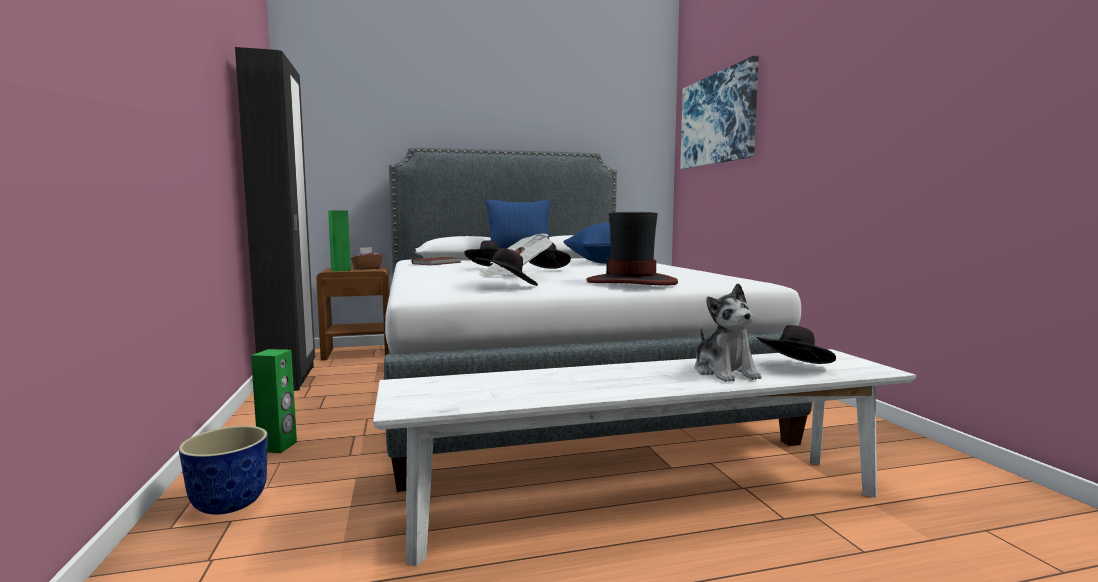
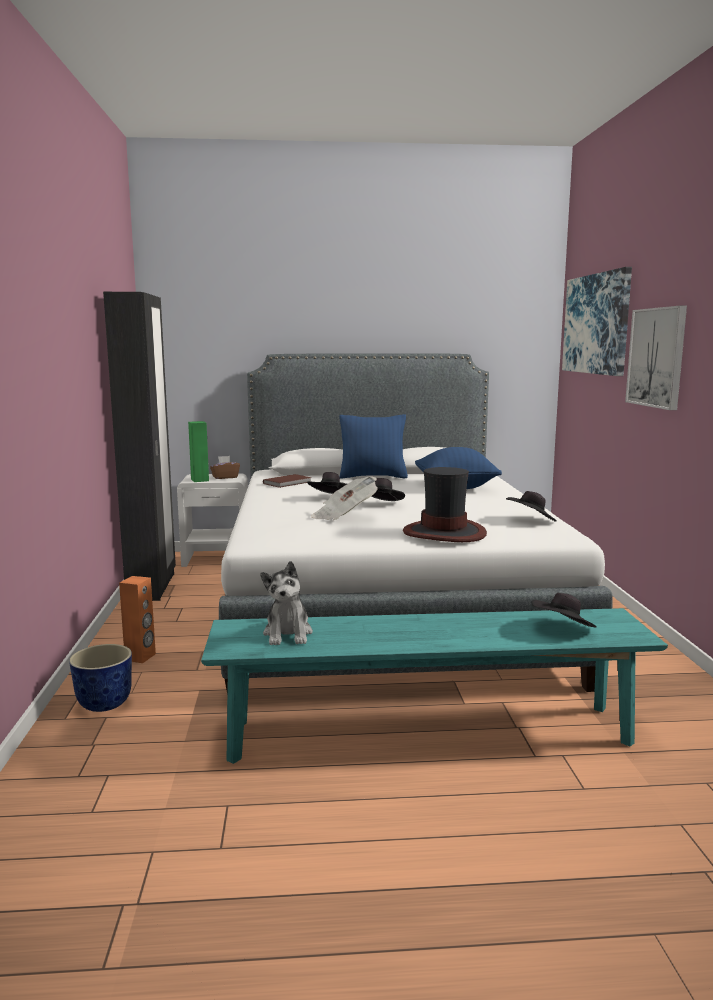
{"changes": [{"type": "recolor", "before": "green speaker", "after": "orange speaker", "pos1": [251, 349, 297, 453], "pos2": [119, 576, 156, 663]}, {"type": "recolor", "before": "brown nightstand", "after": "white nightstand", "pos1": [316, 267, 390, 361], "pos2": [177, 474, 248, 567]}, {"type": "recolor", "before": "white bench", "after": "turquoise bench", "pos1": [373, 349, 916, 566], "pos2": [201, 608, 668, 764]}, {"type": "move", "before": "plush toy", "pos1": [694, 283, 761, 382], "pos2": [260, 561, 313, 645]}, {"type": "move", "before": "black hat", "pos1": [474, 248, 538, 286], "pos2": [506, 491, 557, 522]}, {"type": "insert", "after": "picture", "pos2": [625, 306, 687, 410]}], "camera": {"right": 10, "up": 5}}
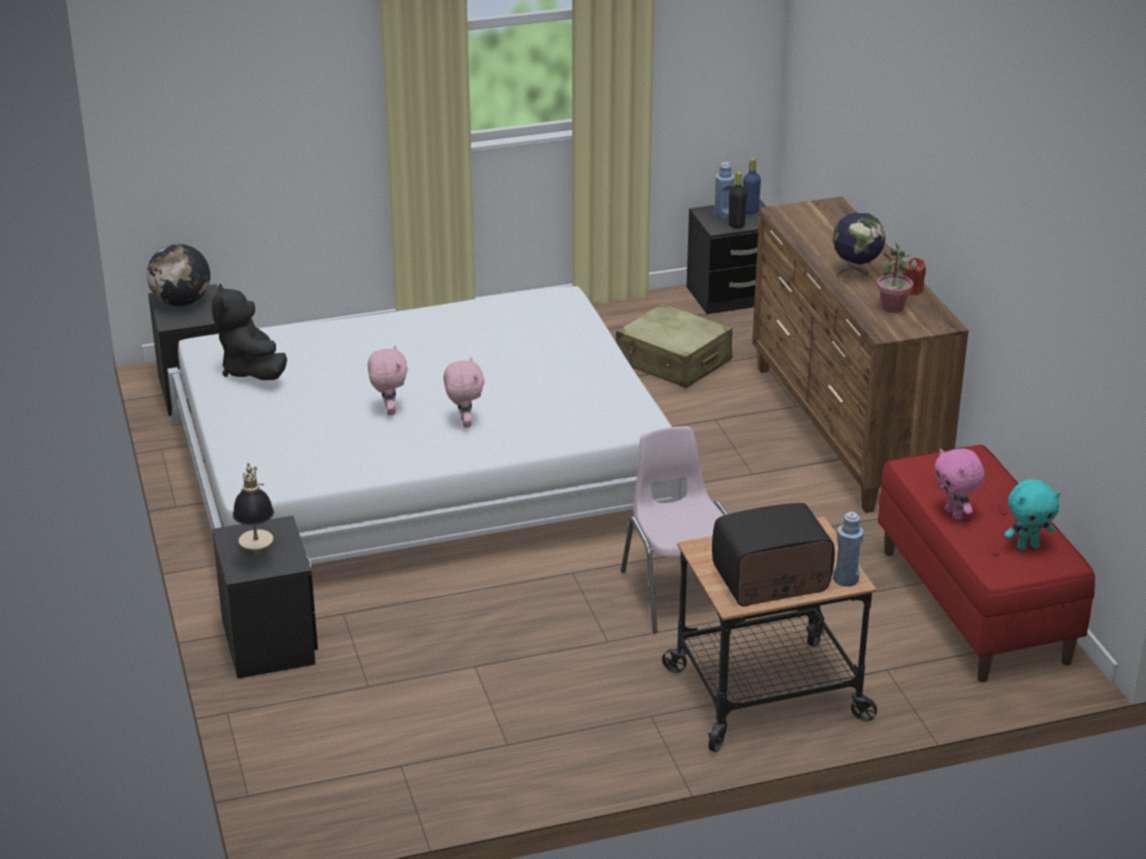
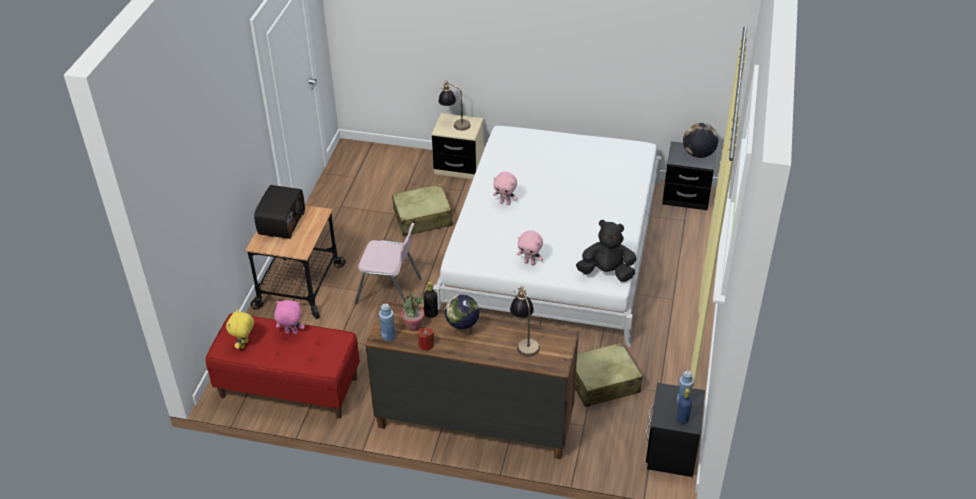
{"changes": [{"type": "recolor", "before": "turquoise plush toy", "after": "yellow plush toy", "pos1": [1004, 479, 1061, 550], "pos2": [226, 308, 254, 349]}, {"type": "move", "before": "blue bottle", "pos1": [833, 512, 864, 587], "pos2": [379, 303, 396, 341]}, {"type": "insert", "after": "beige suitcase", "pos2": [392, 184, 453, 236]}, {"type": "move", "before": "black bottle", "pos1": [728, 172, 747, 229], "pos2": [423, 282, 438, 318]}, {"type": "recolor", "before": "black nightstand", "after": "beige nightstand", "pos1": [212, 516, 318, 679], "pos2": [432, 113, 484, 179]}, {"type": "insert", "after": "table lamp", "pos2": [510, 286, 540, 357]}, {"type": "move", "before": "pink plush toy", "pos1": [368, 345, 408, 415], "pos2": [517, 230, 543, 265]}, {"type": "move", "before": "black plush toy", "pos1": [212, 284, 287, 380], "pos2": [576, 220, 637, 282]}], "camera": {"right": 120, "up": 10}}
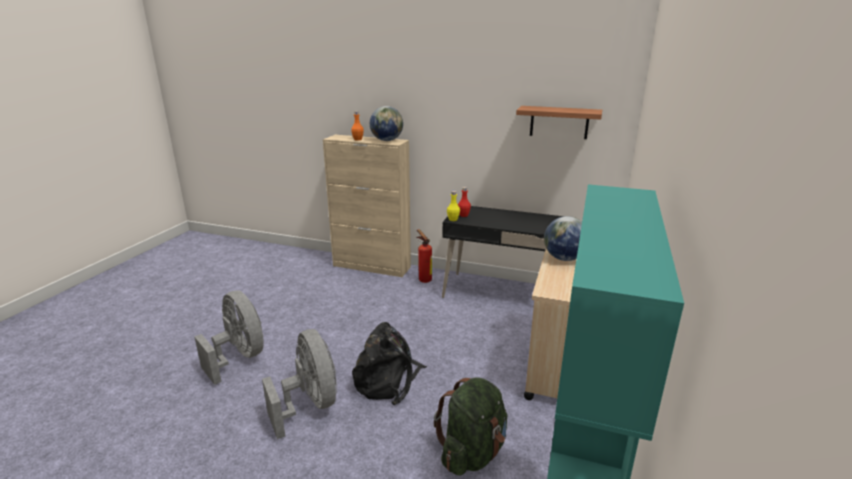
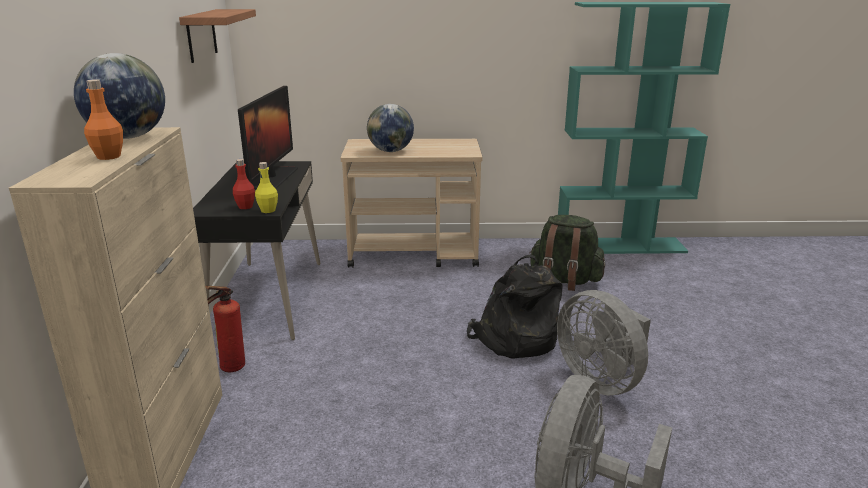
{"changes": [{"type": "insert", "after": "monitor", "pos2": [238, 86, 298, 189]}, {"type": "rotate", "before": "grey fan", "pos1": [262, 329, 337, 439], "pos2": [557, 290, 651, 395], "turn": -75}], "camera": {"right": -110, "up": 0}}
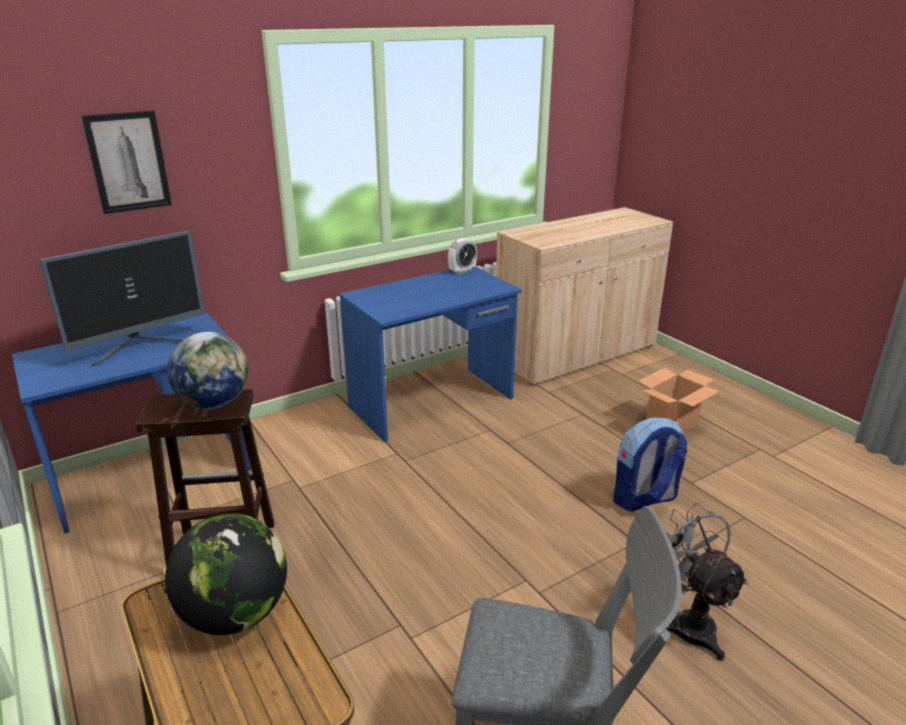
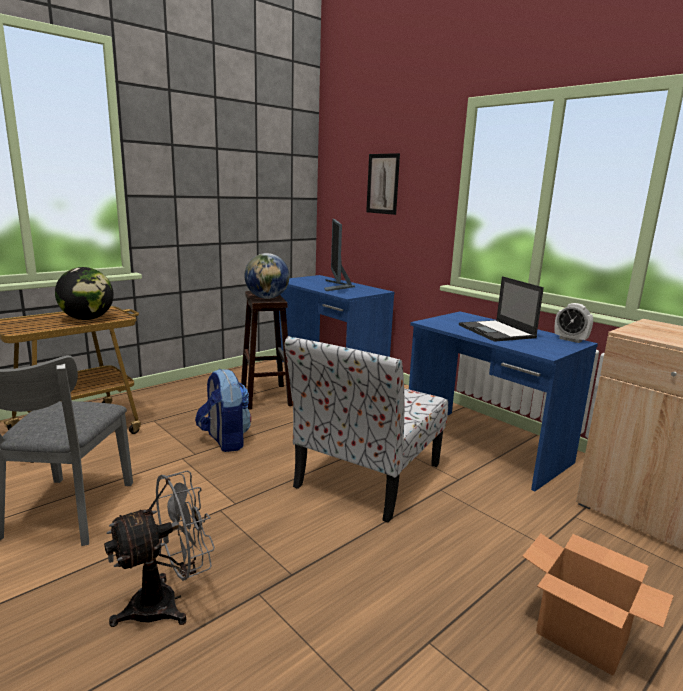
{"changes": [{"type": "move", "before": "backpack", "pos1": [613, 418, 687, 512], "pos2": [195, 369, 251, 452]}, {"type": "insert", "after": "chair", "pos2": [285, 336, 448, 523]}, {"type": "rotate", "before": "monitor", "pos1": [40, 231, 205, 367], "pos2": [324, 219, 355, 291], "turn": 45}, {"type": "insert", "after": "laptop", "pos2": [459, 276, 544, 342]}], "camera": {"right": 80, "up": -10}}
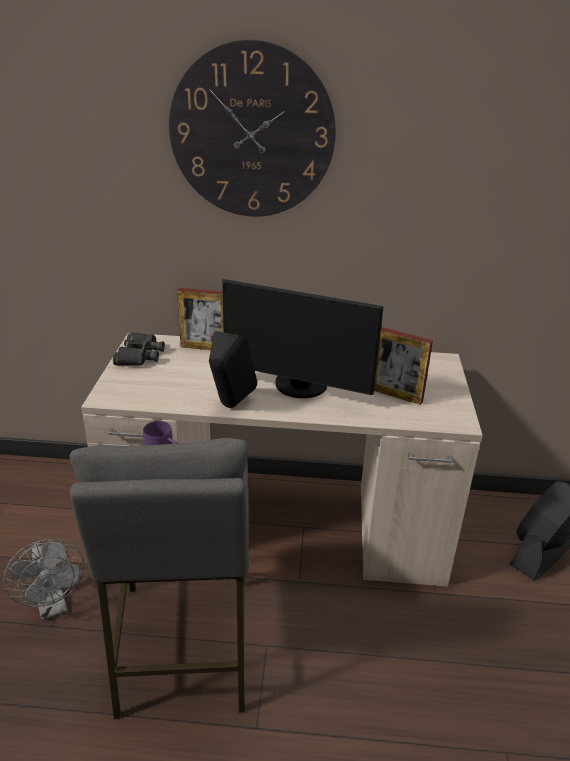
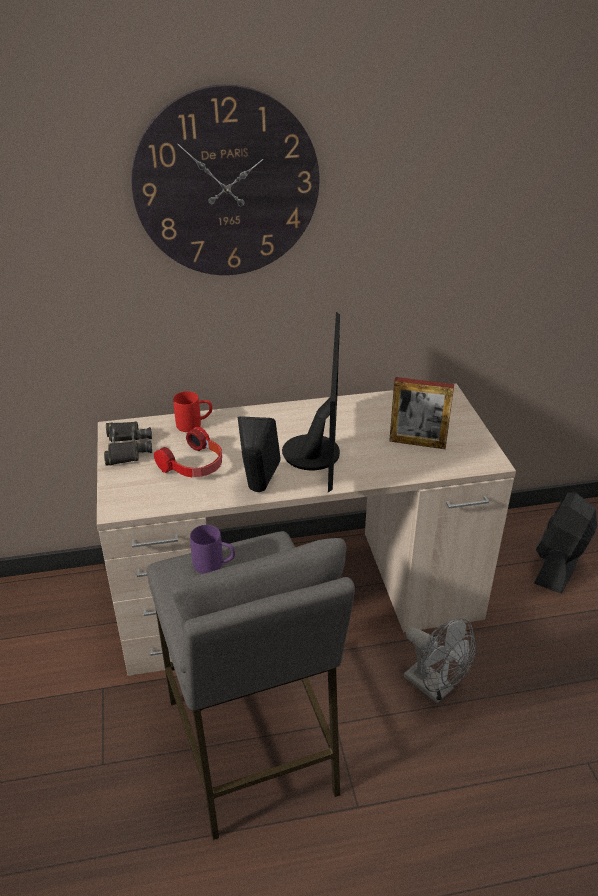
{"changes": [{"type": "insert", "after": "headphones", "pos2": [154, 427, 222, 477]}, {"type": "replace", "before": "picture frame", "after": "red mug", "pos1": [177, 288, 224, 350], "pos2": [173, 391, 212, 432]}, {"type": "rotate", "before": "monitor", "pos1": [222, 279, 384, 398], "pos2": [282, 312, 340, 492], "turn": -90}, {"type": "move", "before": "grey fan", "pos1": [3, 539, 85, 621], "pos2": [404, 618, 476, 703]}], "camera": {"right": -15, "up": 5}}
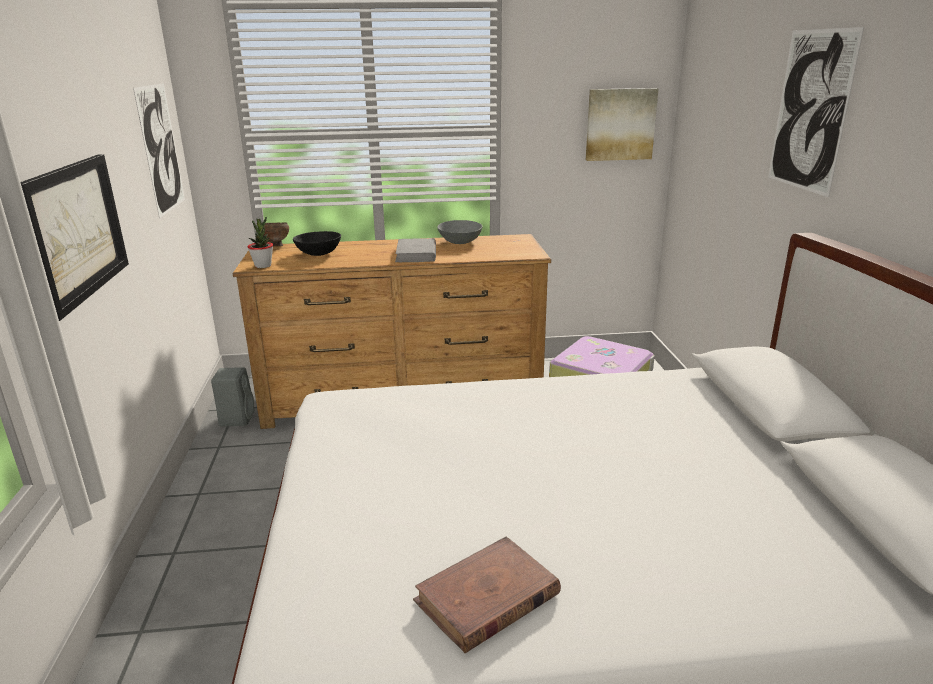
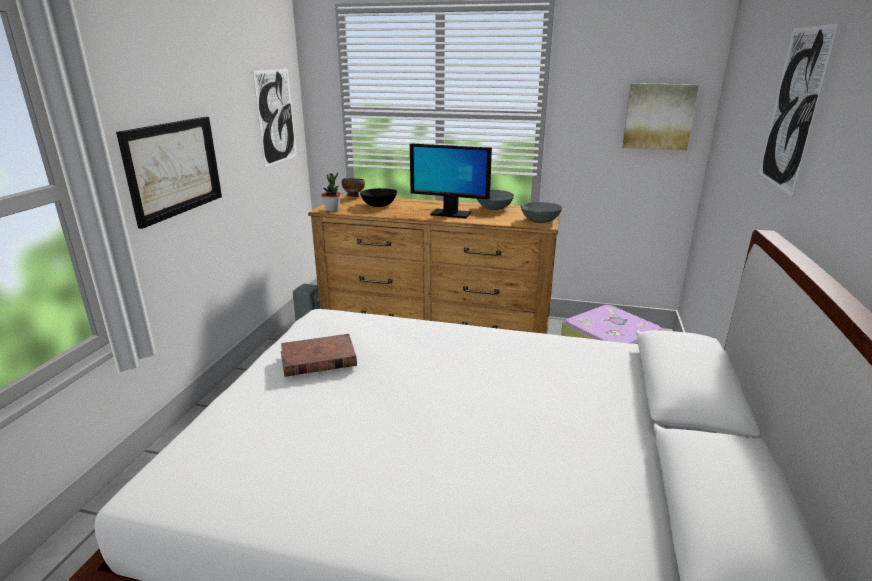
{"changes": [{"type": "move", "before": "brown book", "pos1": [413, 537, 561, 653], "pos2": [281, 334, 357, 377]}, {"type": "replace", "before": "grey book", "after": "monitor", "pos1": [395, 238, 436, 262], "pos2": [410, 143, 492, 218]}, {"type": "insert", "after": "grey bowl", "pos2": [521, 202, 563, 223]}], "camera": {"right": 20, "up": 0}}
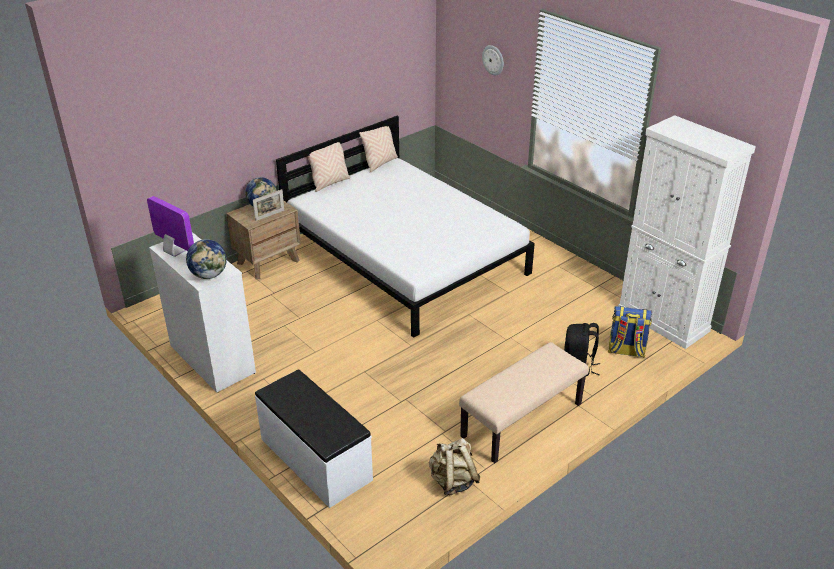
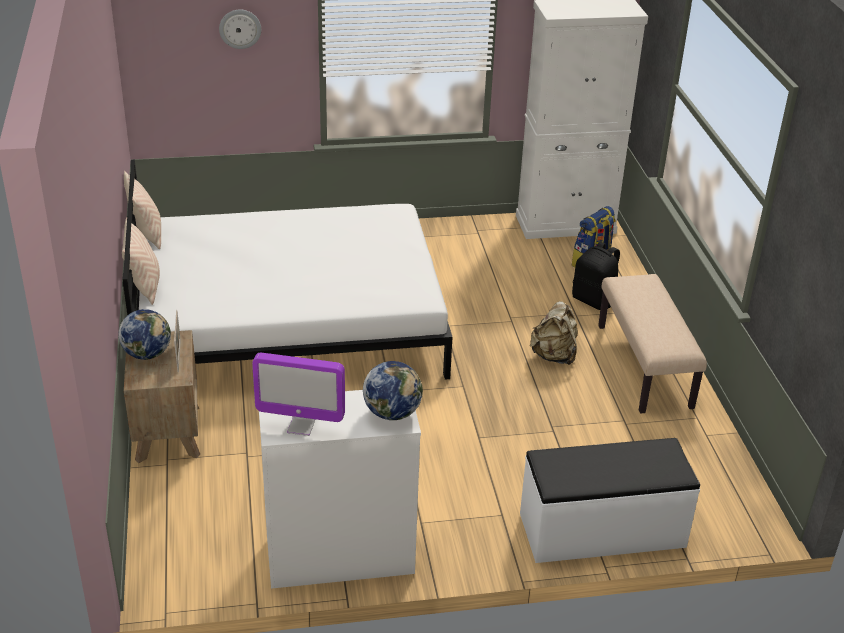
{"changes": [{"type": "rotate", "before": "monitor", "pos1": [147, 196, 194, 257], "pos2": [252, 353, 345, 436], "turn": -150}, {"type": "move", "before": "beige backpack", "pos1": [429, 438, 480, 495], "pos2": [530, 301, 578, 365]}], "camera": {"right": -60, "up": 0}}
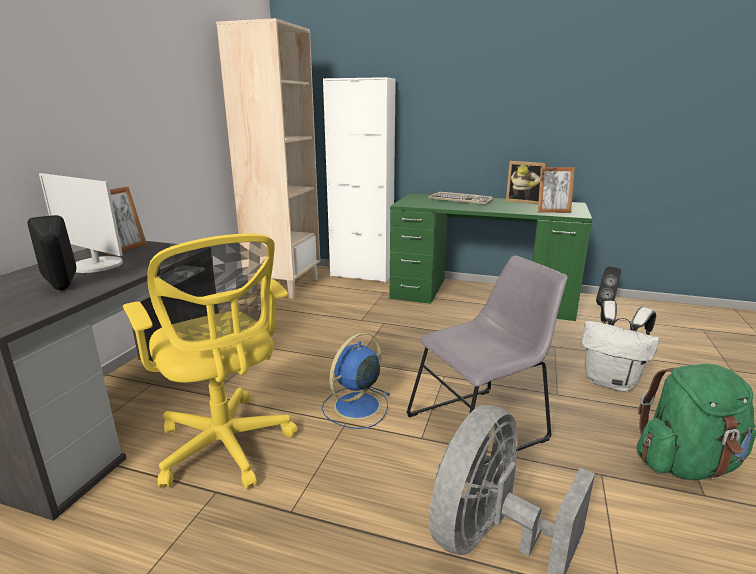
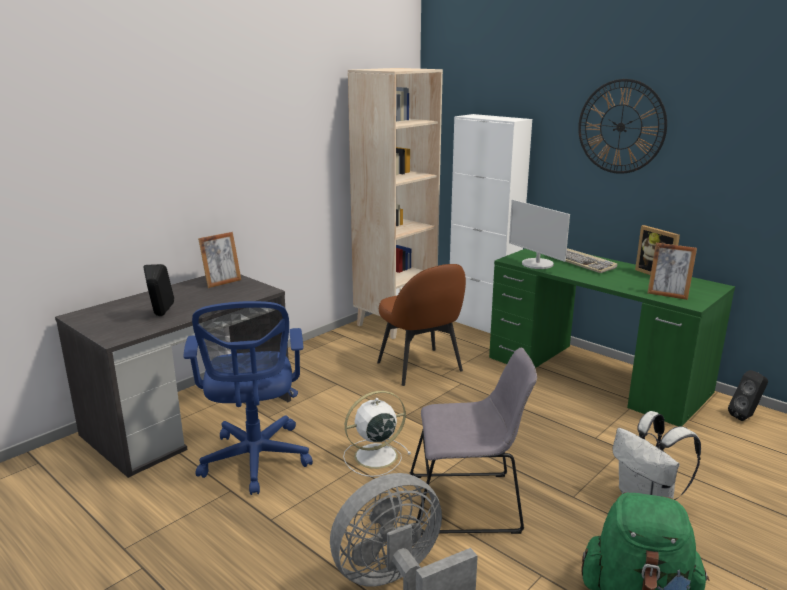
{"changes": [{"type": "recolor", "before": "yellow office chair", "after": "blue office chair", "pos1": [123, 233, 298, 489], "pos2": [183, 301, 313, 495]}, {"type": "recolor", "before": "blue fan", "after": "white fan", "pos1": [322, 333, 391, 429], "pos2": [343, 391, 411, 477]}, {"type": "insert", "after": "brown chair", "pos2": [377, 264, 466, 386]}, {"type": "move", "before": "monitor", "pos1": [39, 173, 123, 273], "pos2": [509, 199, 570, 269]}, {"type": "insert", "after": "wall clock", "pos2": [578, 79, 667, 174]}], "camera": {"right": 25, "up": 0}}
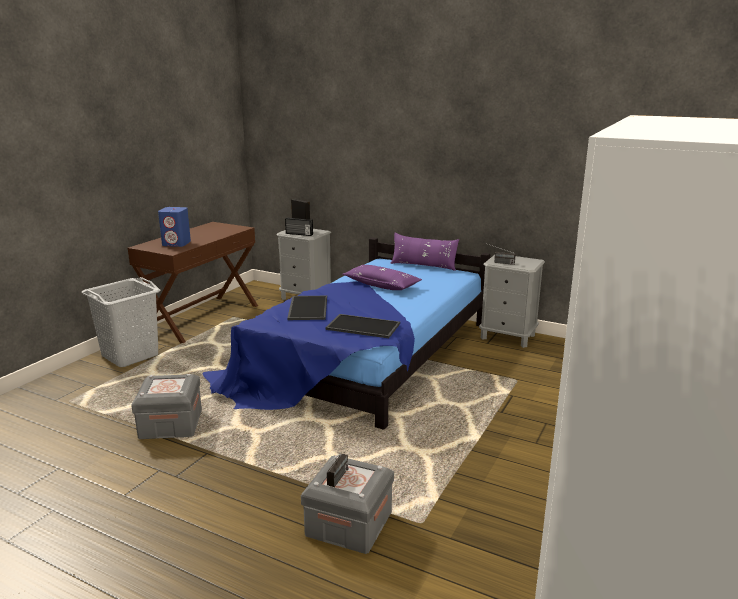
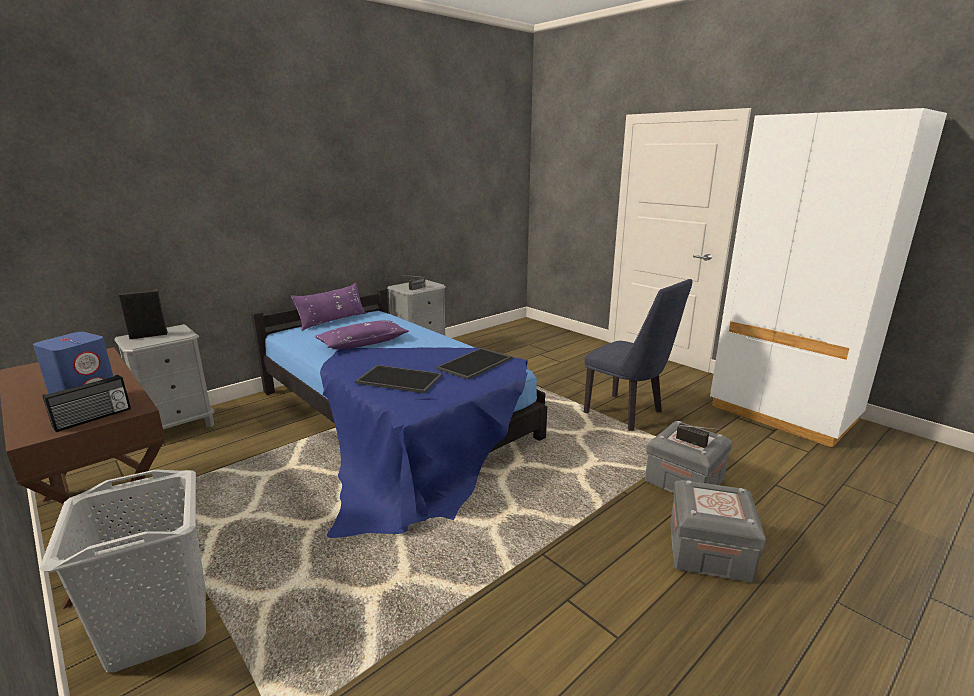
{"changes": [{"type": "move", "before": "radio", "pos1": [285, 217, 313, 236], "pos2": [42, 375, 131, 432]}, {"type": "insert", "after": "blue chair", "pos2": [584, 279, 692, 431]}, {"type": "move", "before": "grey storage box", "pos1": [131, 374, 202, 439], "pos2": [670, 480, 766, 583]}], "camera": {"right": -70, "up": 0}}
